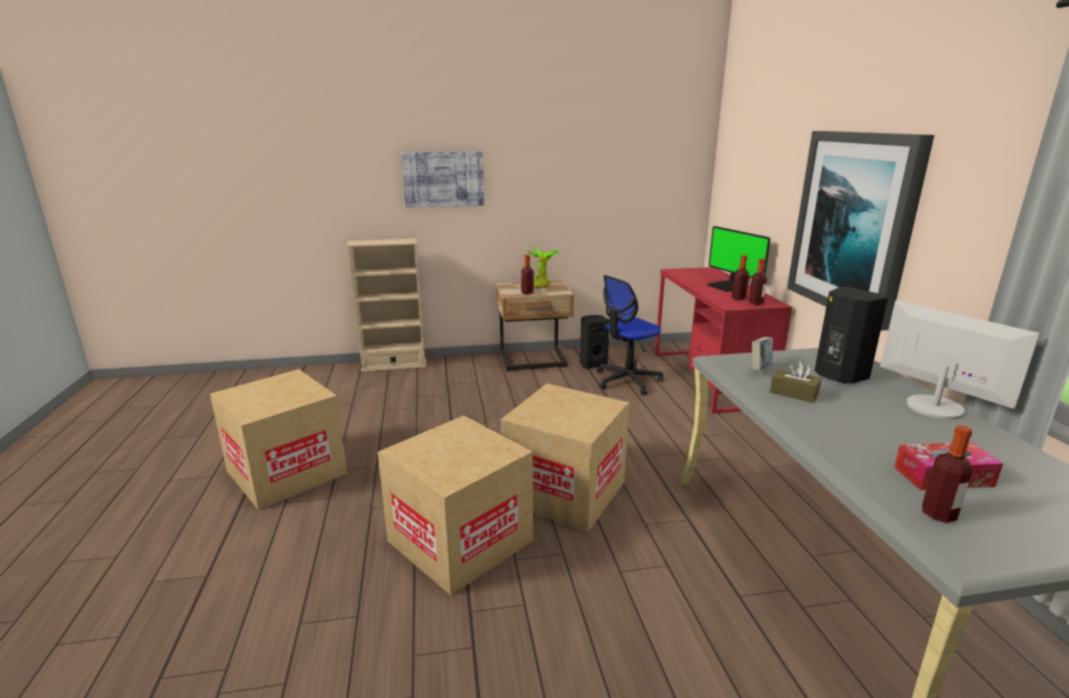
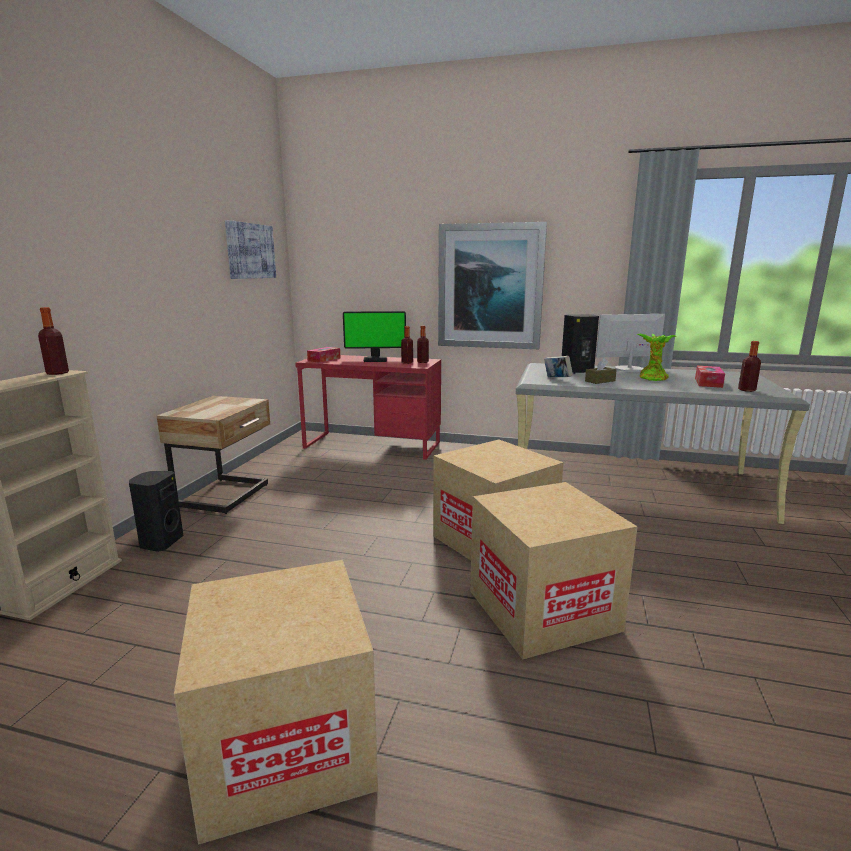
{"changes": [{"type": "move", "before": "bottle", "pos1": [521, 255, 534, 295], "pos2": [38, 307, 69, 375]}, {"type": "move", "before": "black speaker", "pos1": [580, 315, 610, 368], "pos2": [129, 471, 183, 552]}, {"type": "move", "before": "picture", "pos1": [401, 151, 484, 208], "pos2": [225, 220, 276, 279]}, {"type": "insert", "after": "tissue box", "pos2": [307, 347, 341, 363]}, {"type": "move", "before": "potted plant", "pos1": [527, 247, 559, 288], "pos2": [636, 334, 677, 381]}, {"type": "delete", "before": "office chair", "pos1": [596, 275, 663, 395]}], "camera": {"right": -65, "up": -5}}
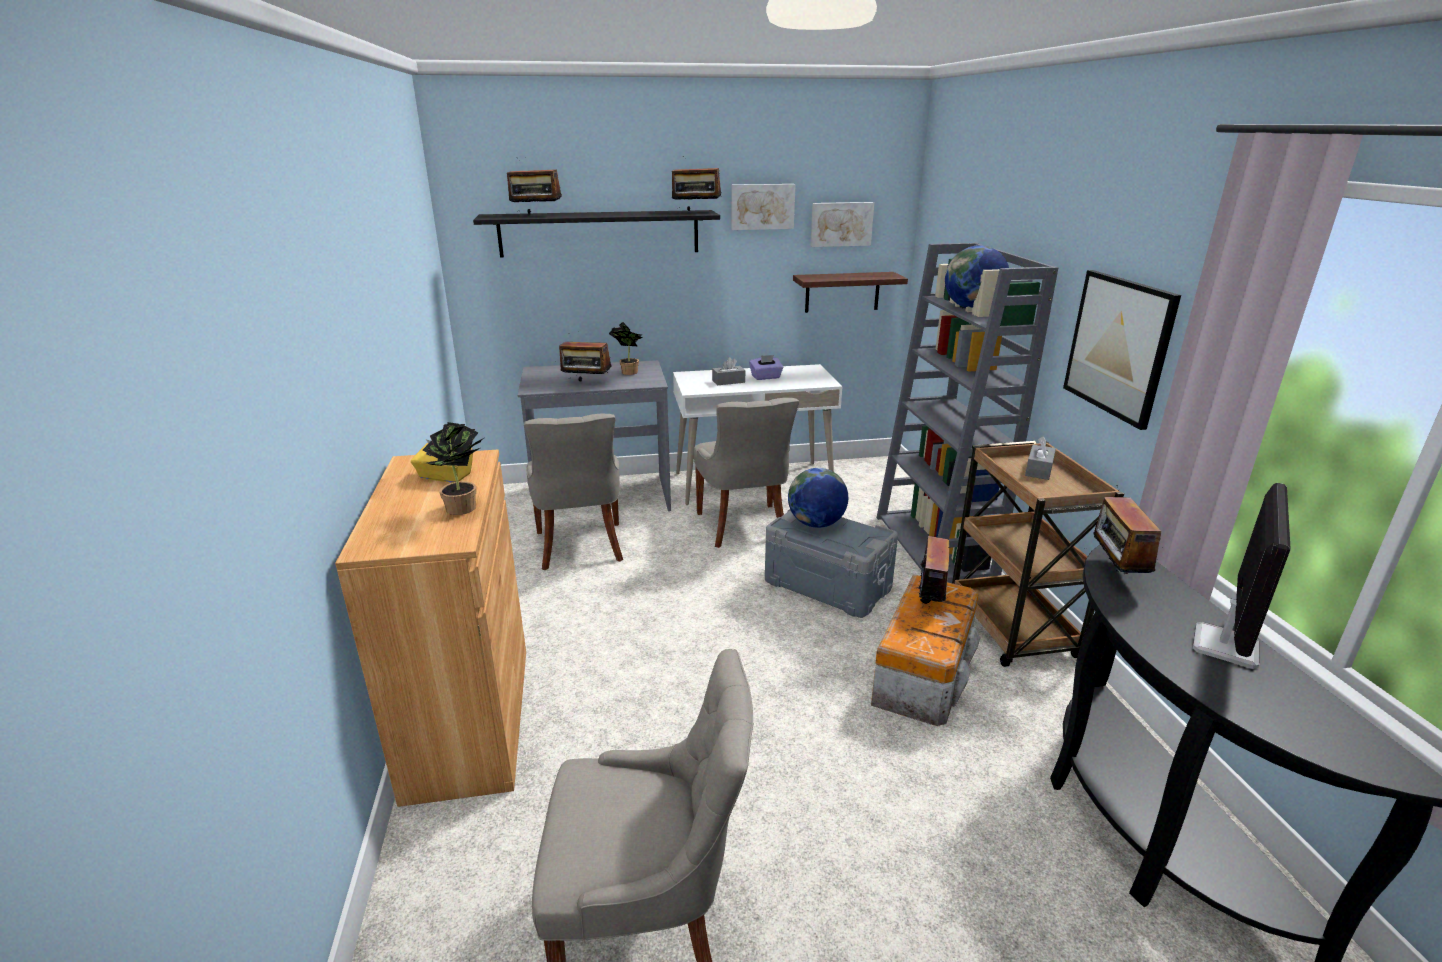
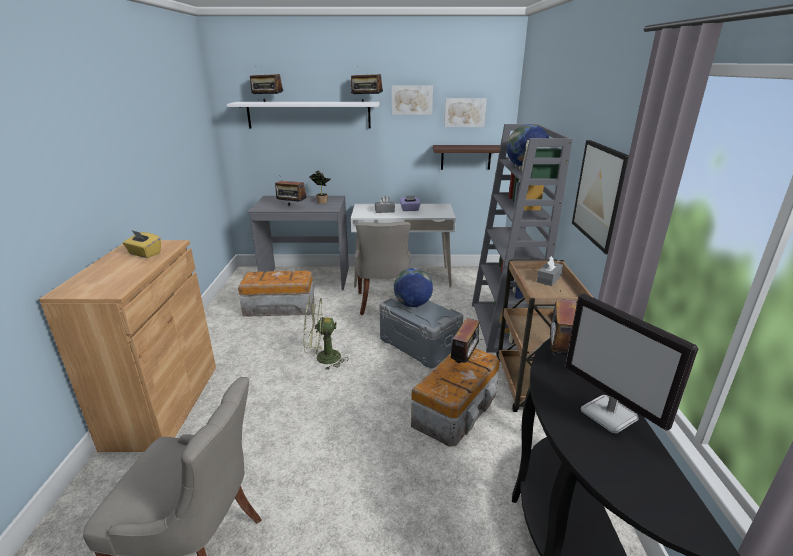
{"changes": [{"type": "recolor", "before": "black shelf", "after": "white shelf", "pos1": [473, 210, 720, 258], "pos2": [227, 102, 380, 128]}, {"type": "replace", "before": "grey chair", "after": "storage box", "pos1": [524, 414, 623, 570], "pos2": [238, 271, 315, 317]}, {"type": "insert", "after": "green fan", "pos2": [303, 298, 349, 370]}, {"type": "rotate", "before": "monitor", "pos1": [1193, 483, 1291, 669], "pos2": [565, 293, 699, 434], "turn": 105}, {"type": "delete", "before": "potted plant", "pos1": [423, 422, 484, 515]}], "camera": {"right": 10, "up": 0}}
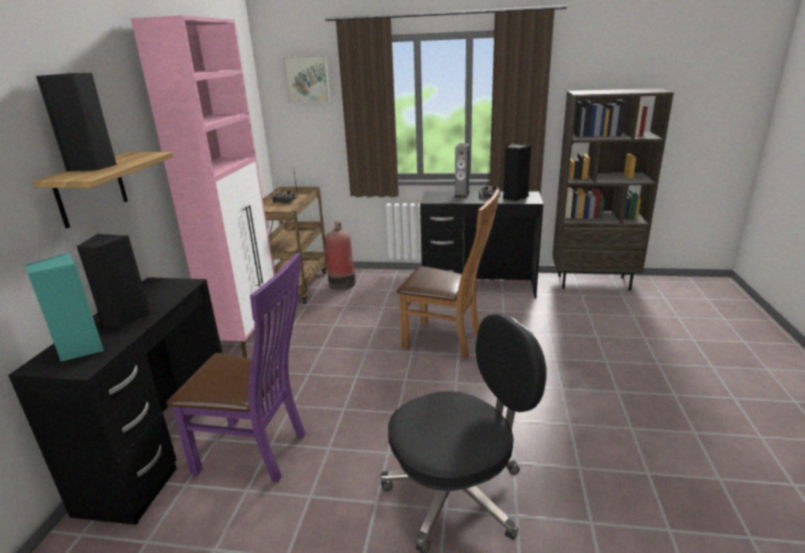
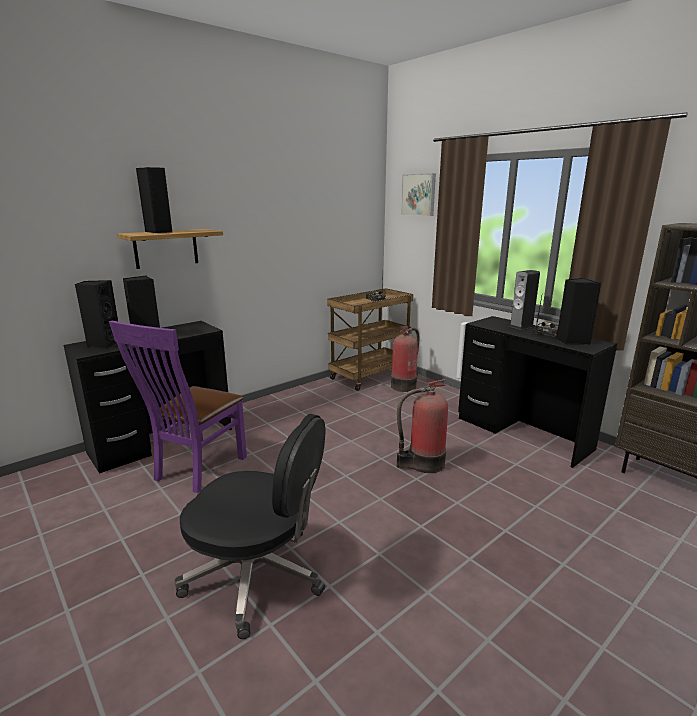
{"changes": [{"type": "recolor", "before": "turquoise speaker", "after": "black speaker", "pos1": [25, 253, 104, 362], "pos2": [75, 280, 118, 349]}, {"type": "rotate", "before": "purple chair", "pos1": [167, 253, 306, 482], "pos2": [109, 321, 247, 493], "turn": 60}, {"type": "replace", "before": "brown chair", "after": "fire extinguisher", "pos1": [396, 189, 500, 358], "pos2": [397, 379, 448, 473]}, {"type": "delete", "before": "pink cabinet", "pos1": [131, 15, 275, 358]}], "camera": {"right": 40, "up": -5}}
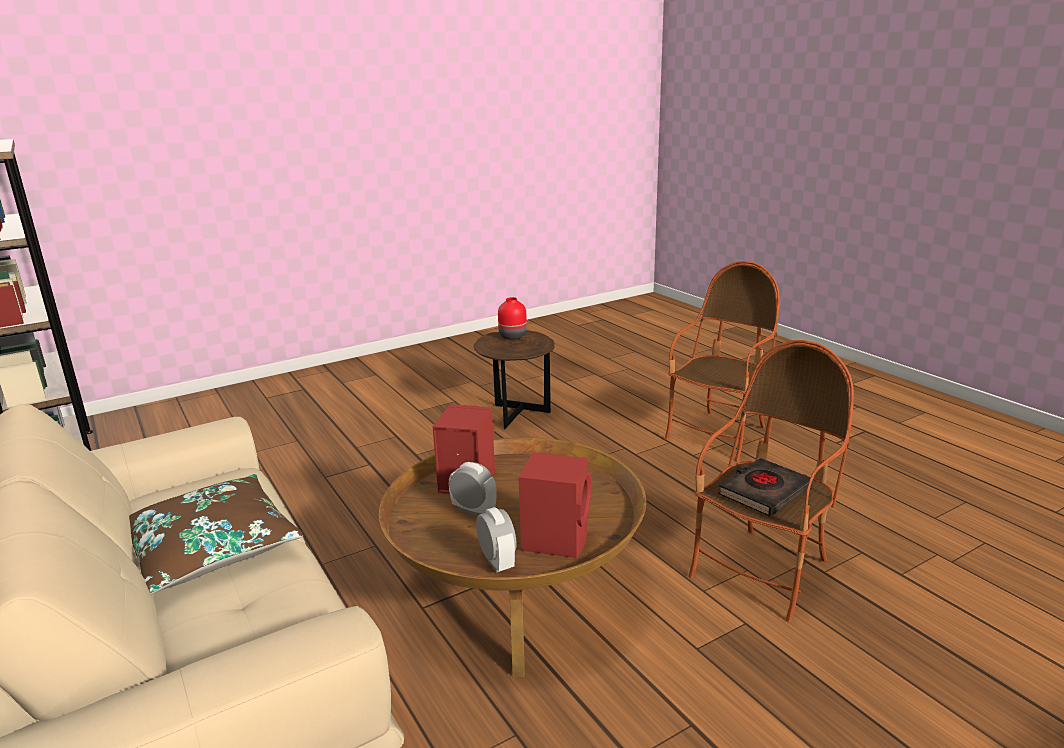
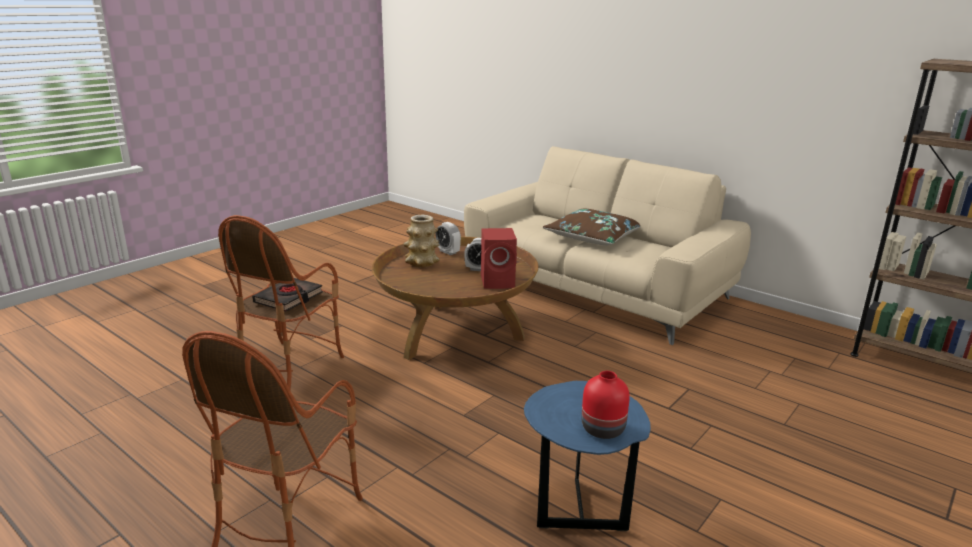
{"changes": [{"type": "replace", "before": "red speaker", "after": "vase", "pos1": [518, 452, 591, 559], "pos2": [403, 215, 440, 267]}, {"type": "recolor", "before": "brown side table", "after": "blue side table", "pos1": [474, 330, 555, 430], "pos2": [524, 381, 651, 531]}], "camera": {"right": 160, "up": 0}}
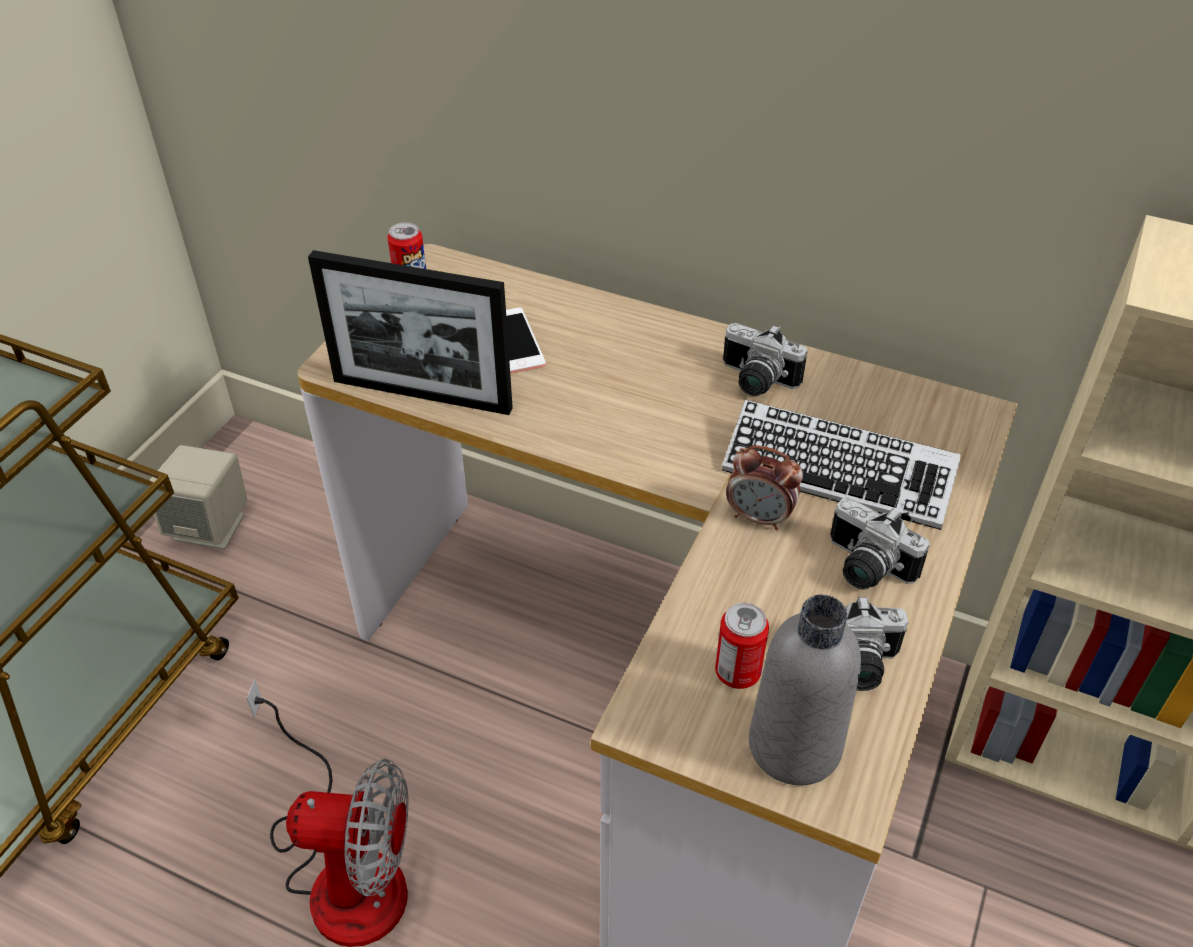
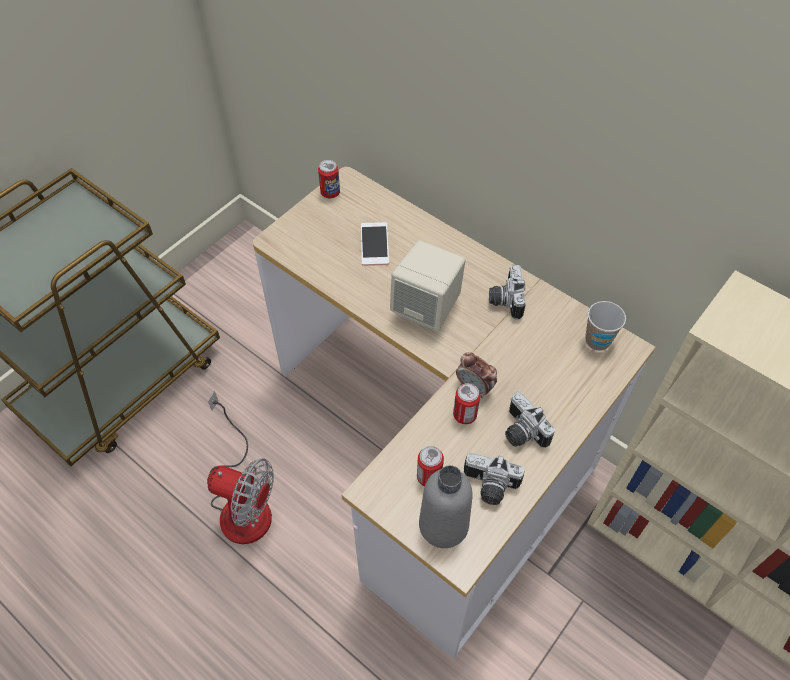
{"changes": [{"type": "move", "before": "beige speaker", "pos1": [149, 445, 247, 549], "pos2": [390, 240, 466, 332]}, {"type": "insert", "after": "can", "pos2": [453, 383, 480, 424]}, {"type": "rotate", "before": "photo camera", "pos1": [723, 323, 807, 396], "pos2": [489, 265, 526, 319], "turn": 45}, {"type": "insert", "after": "cup", "pos2": [585, 301, 626, 351]}, {"type": "delete", "before": "picture frame", "pos1": [308, 250, 513, 415]}, {"type": "delete", "before": "keyboard", "pos1": [722, 400, 961, 530]}], "camera": {"right": 15, "up": 10}}
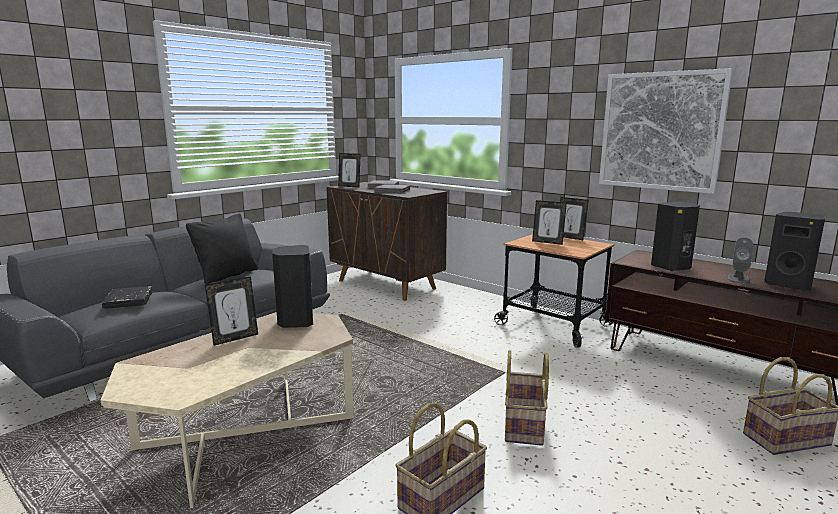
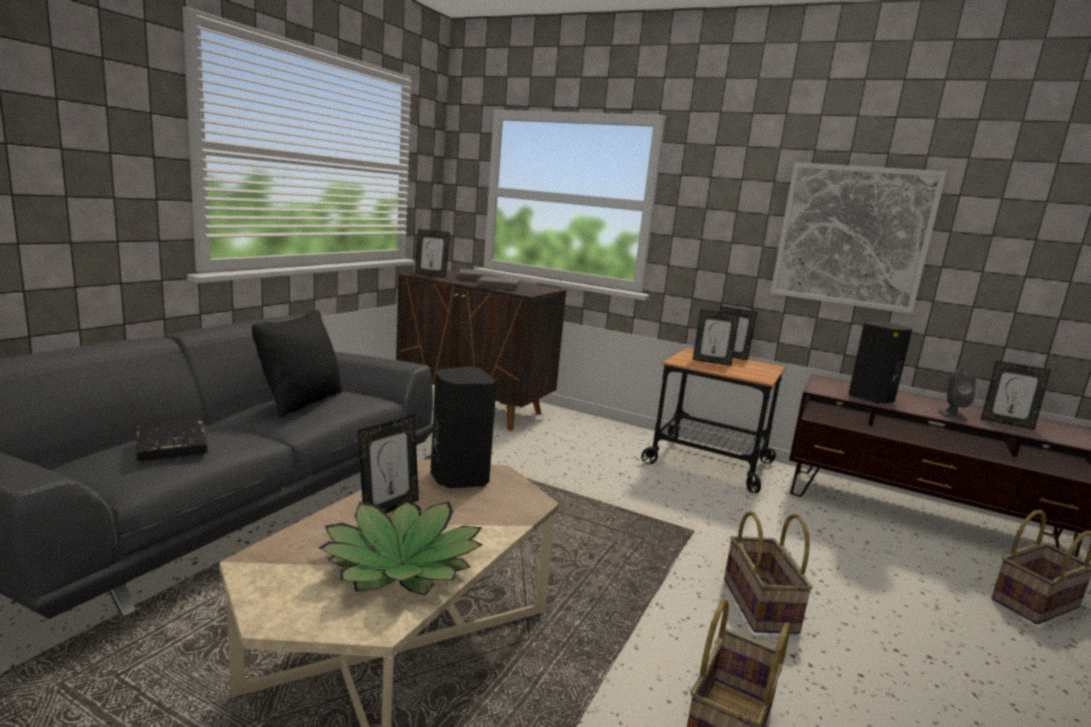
{"changes": [{"type": "insert", "after": "potted plant", "pos2": [319, 500, 482, 595]}, {"type": "replace", "before": "black speaker", "after": "picture frame", "pos1": [764, 212, 825, 291], "pos2": [981, 361, 1051, 430]}], "camera": {"right": -15, "up": 0}}
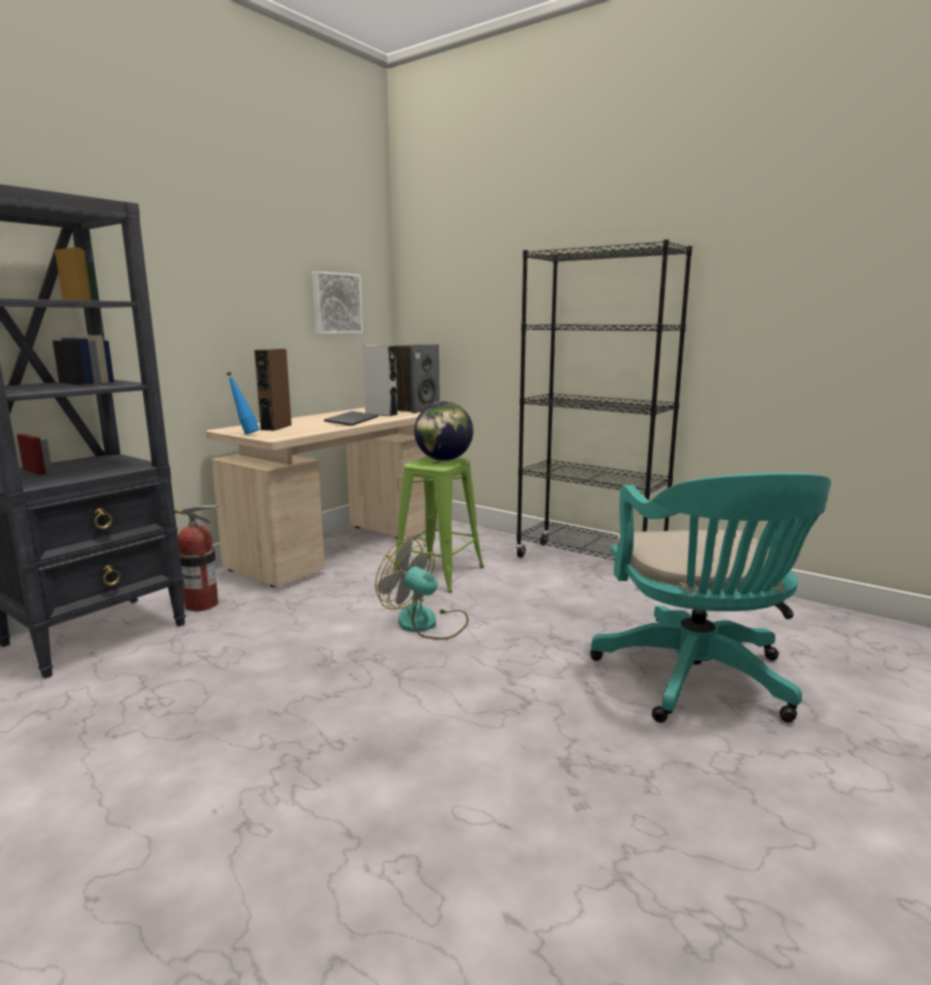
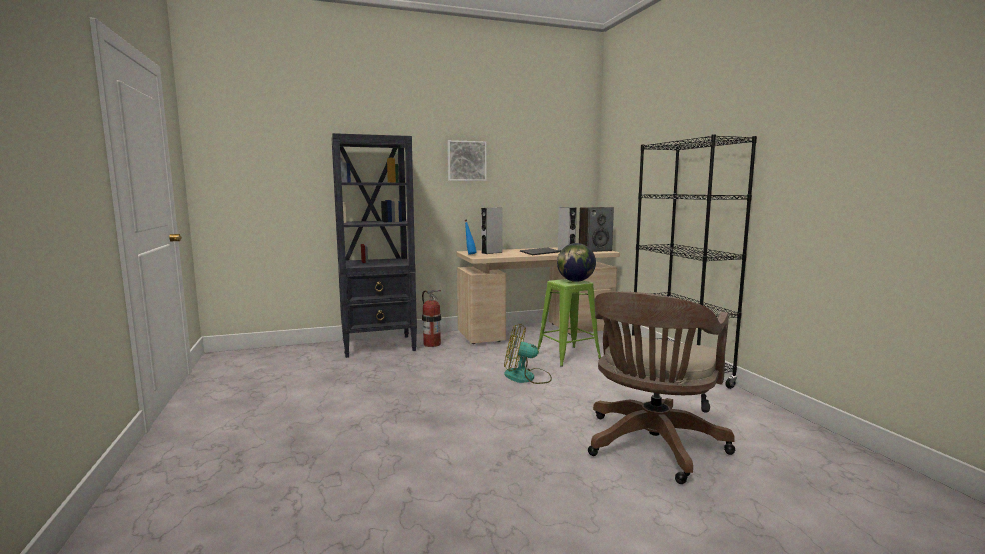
{"changes": [{"type": "move", "before": "picture", "pos1": [312, 271, 363, 334], "pos2": [447, 140, 486, 181]}, {"type": "recolor", "before": "brown speaker", "after": "grey speaker", "pos1": [254, 349, 292, 431], "pos2": [481, 207, 503, 254]}, {"type": "rotate", "before": "fan", "pos1": [375, 537, 469, 640], "pos2": [504, 324, 552, 384], "turn": -60}, {"type": "recolor", "before": "turquoise office chair", "after": "brown office chair", "pos1": [590, 472, 831, 723], "pos2": [588, 292, 735, 484]}], "camera": {"right": 35, "up": -5}}
